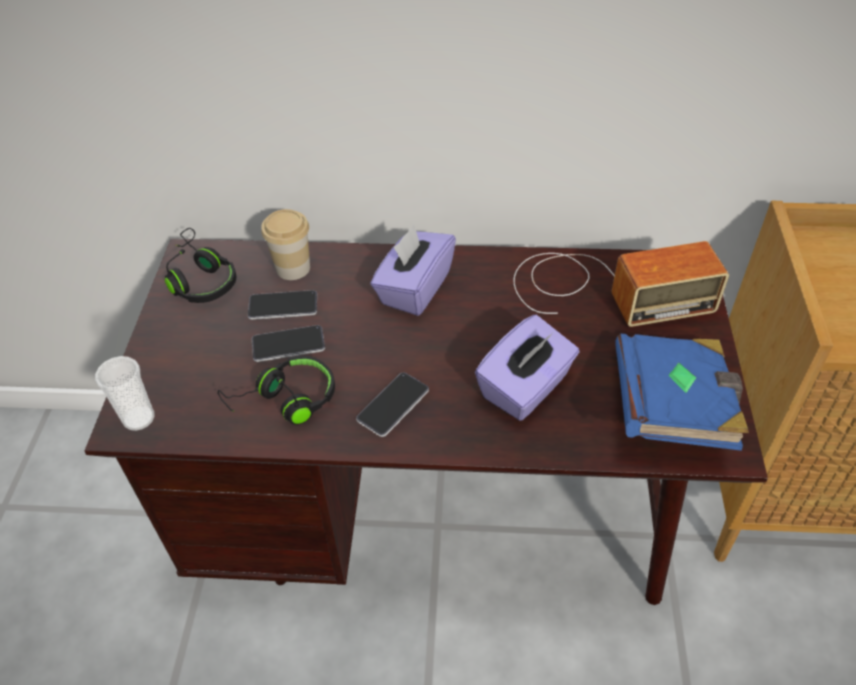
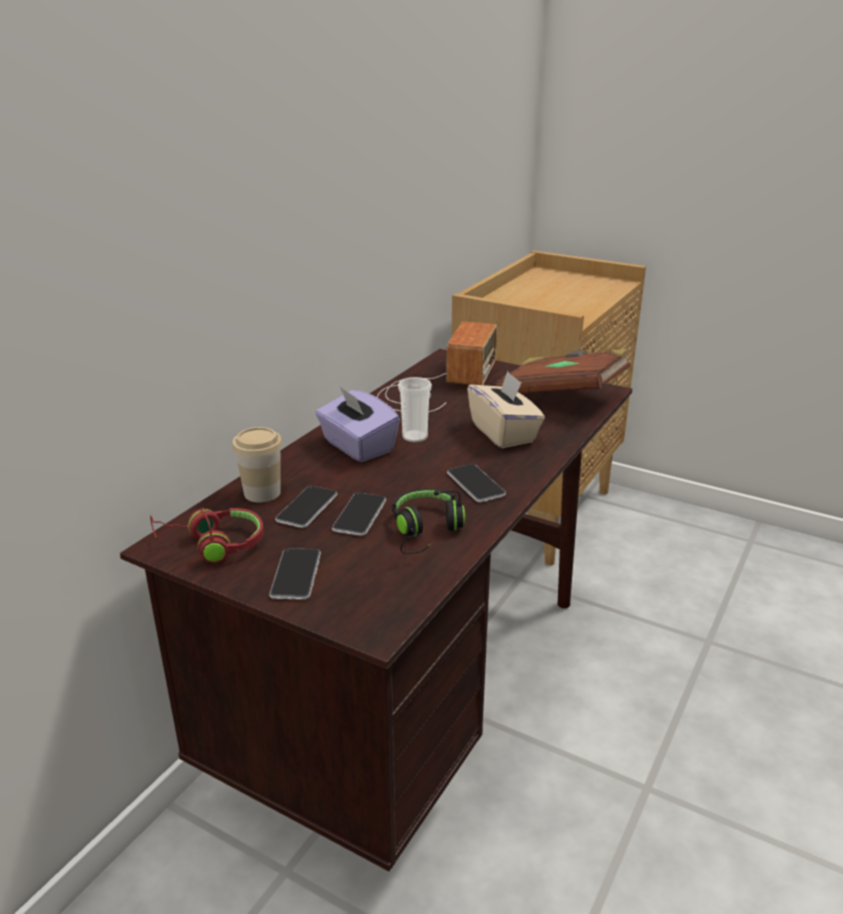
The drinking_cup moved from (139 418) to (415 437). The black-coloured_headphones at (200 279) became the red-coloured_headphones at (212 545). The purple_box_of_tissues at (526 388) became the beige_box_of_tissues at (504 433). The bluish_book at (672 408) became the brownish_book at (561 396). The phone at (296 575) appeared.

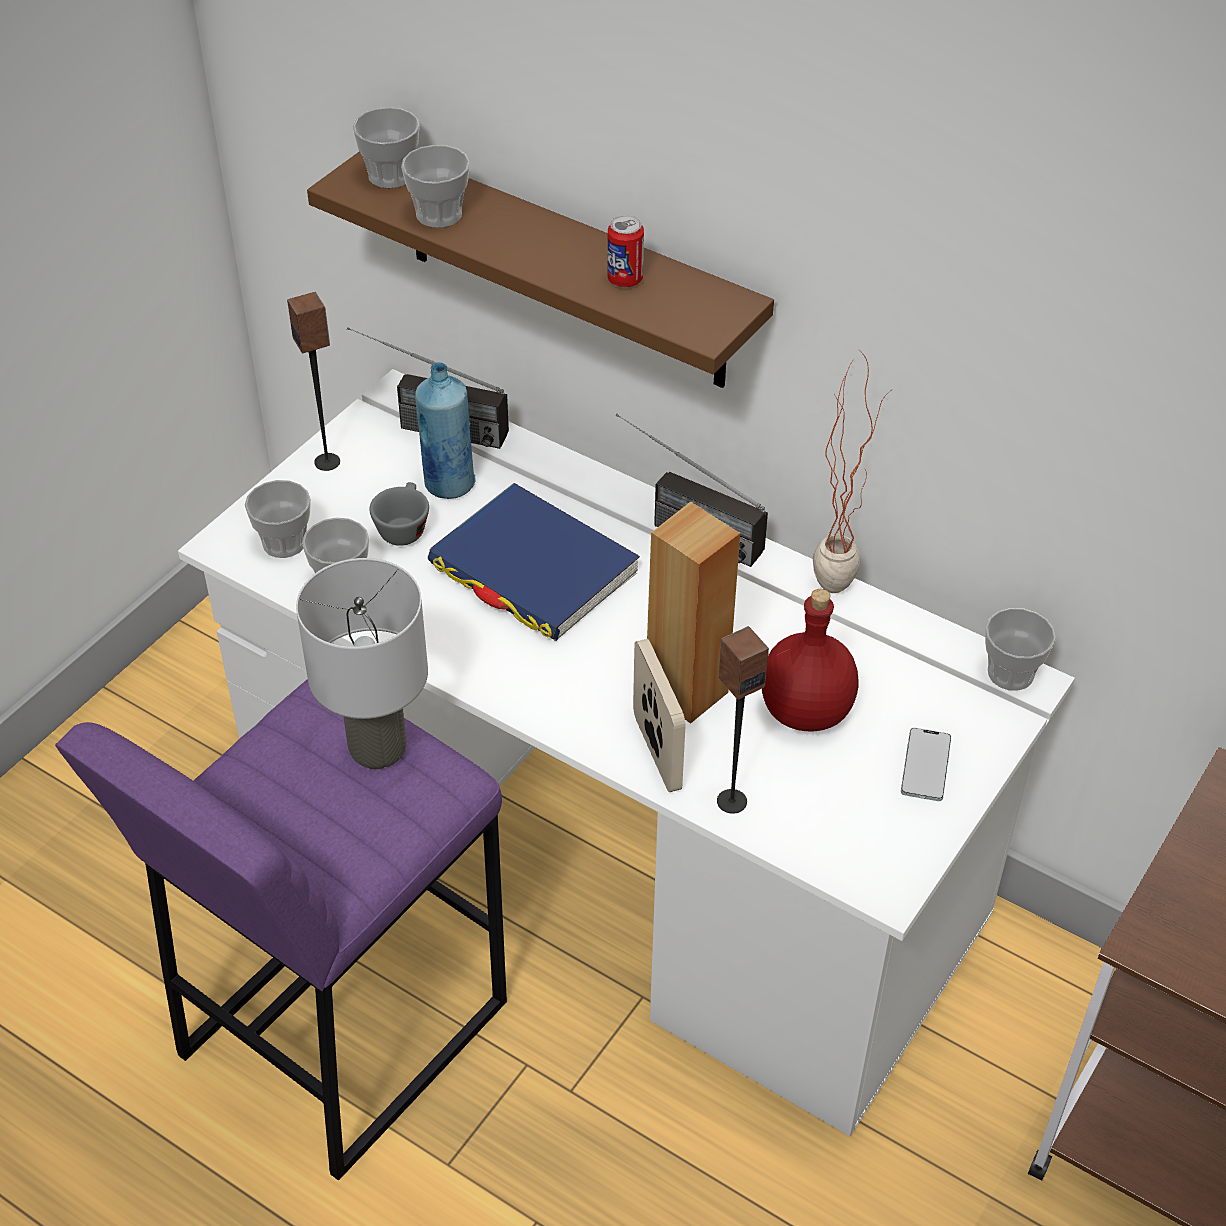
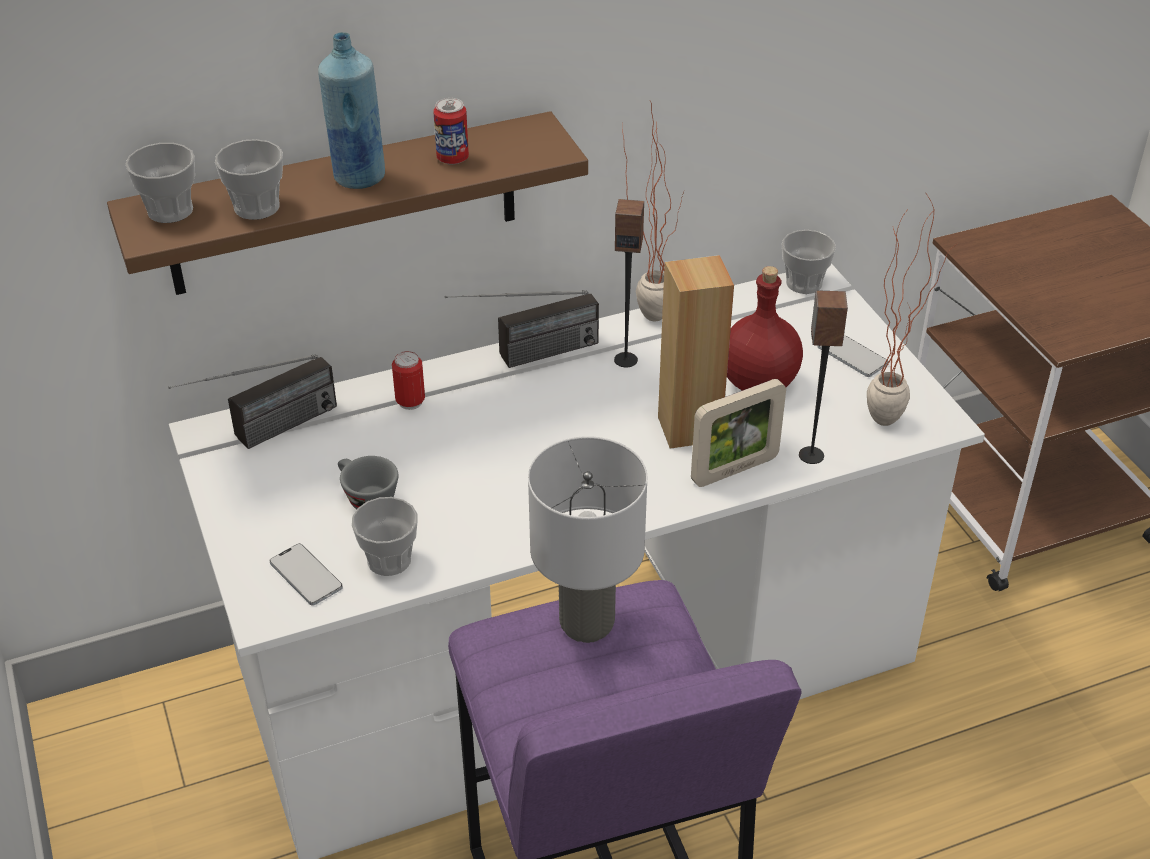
The drinking_cup at (284 543) was replaced by the phone at (306 575). The audio_speaker moved from (328 462) to (626 359). The bluish_drink_bottle moved from (449 484) to (358 177). The bluish_book at (533 569) disappeared. The photo_frame at (657 752) turned 135 degrees clockwise. The sealed_can at (410 402) appeared. The plant_in_a_pot at (893 415) appeared.

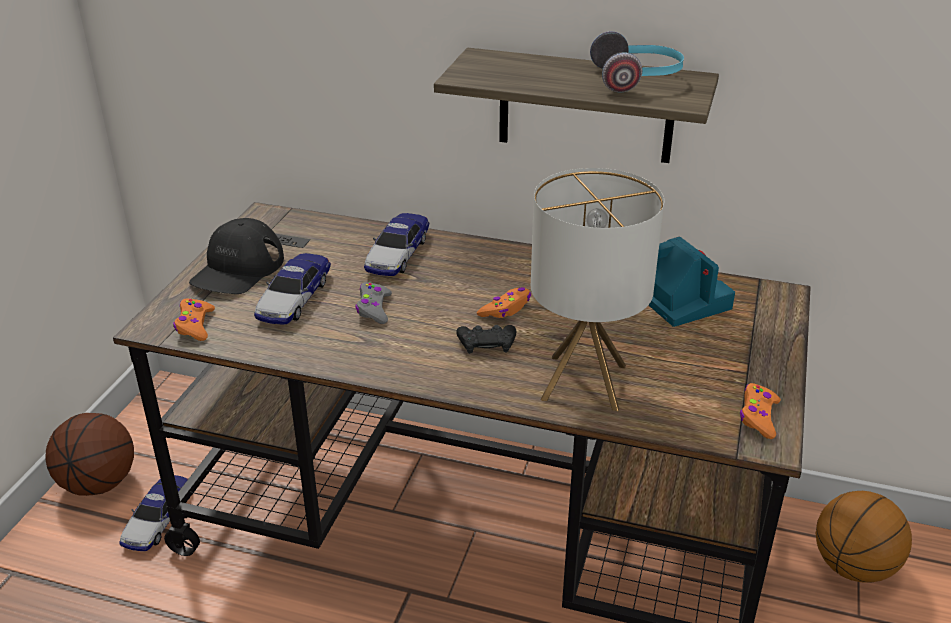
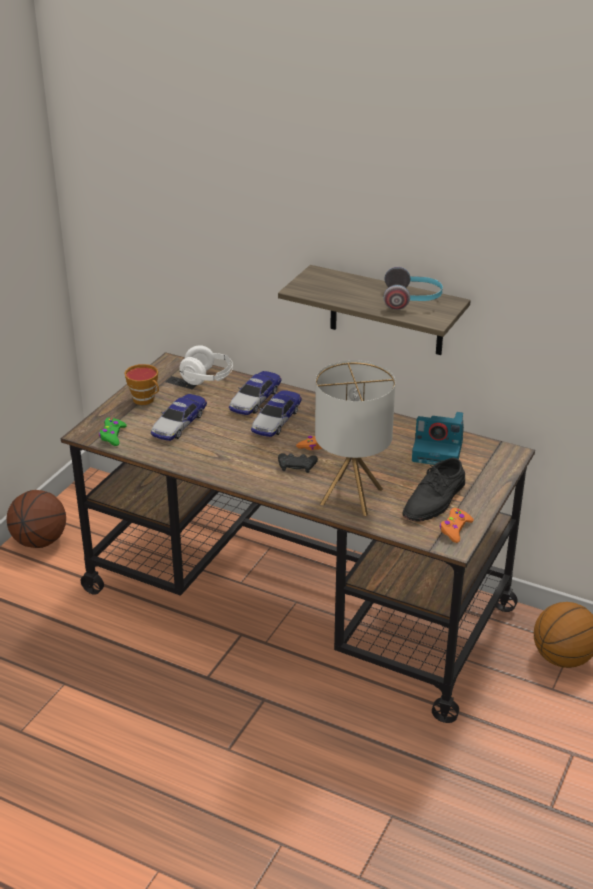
The model_car moved from (158 519) to (276 420). The orange-coloured_joypad at (195 325) became the green-coloured_joypad at (112 435). The black-coloured_peaked_cap at (238 269) was replaced by the drinking_cup at (146 400). The gray_joypad at (374 309) disappeared. The still_camera at (682 301) turned 120 degrees clockwise. The white_headphones at (207 379) appeared. The black-coloured_low_shoe at (435 500) appeared.

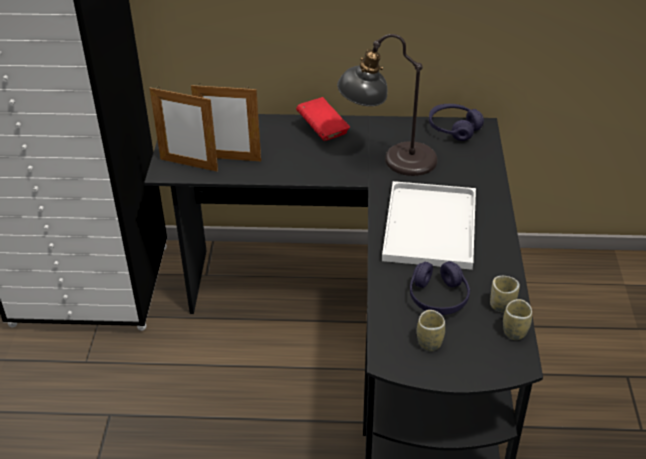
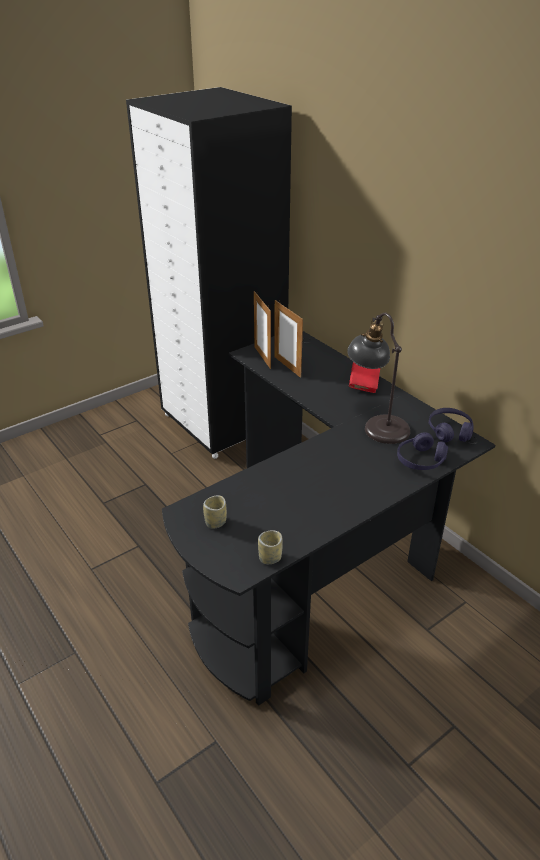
The white_serving_tray at (429 224) disappeared. The purple_headphones moved from (438 297) to (420 460). The drinking_cup at (502 305) disappeared.

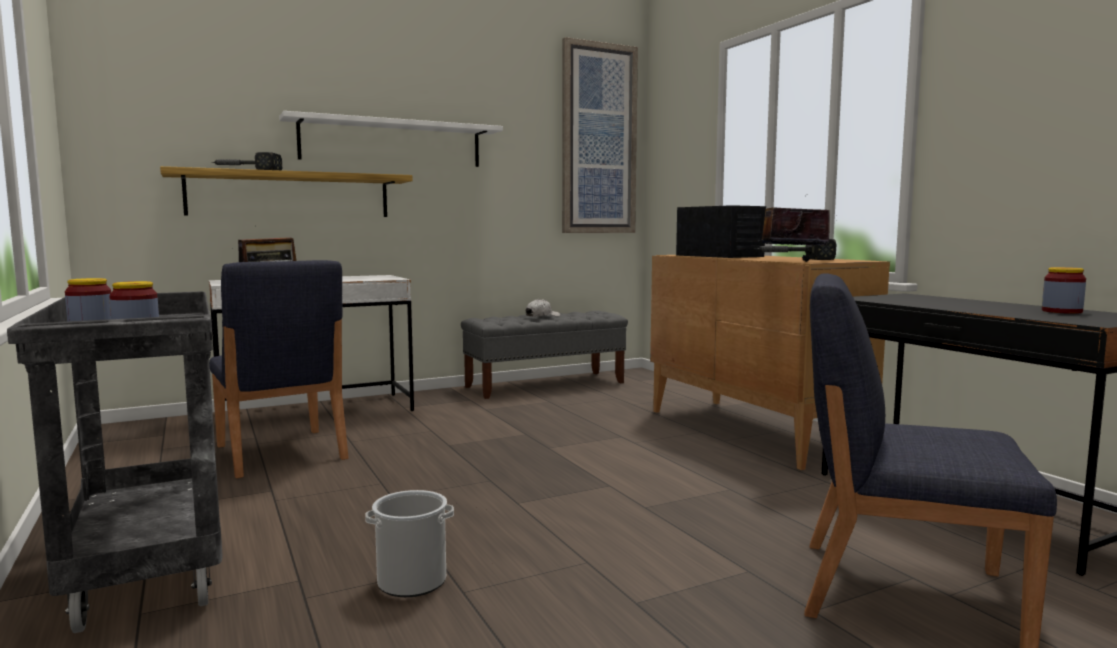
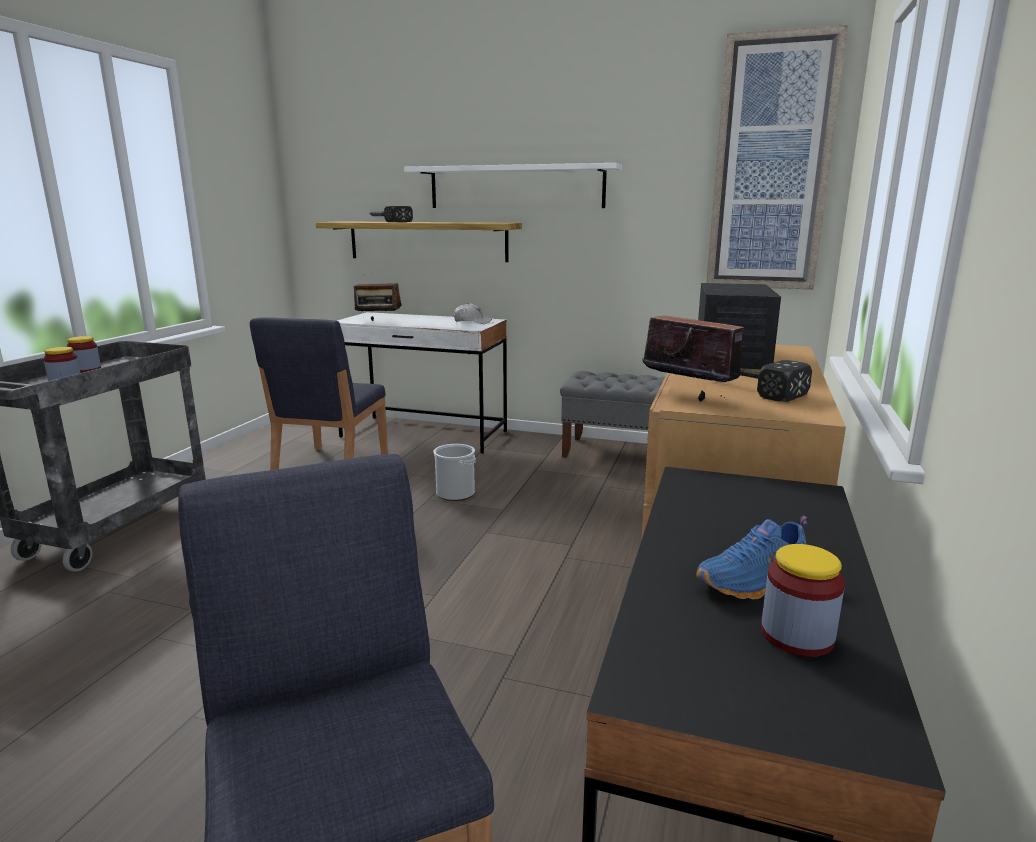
The pail moved from (412 581) to (455 493). The white_peaked_cap moved from (542 316) to (472 322). The bluish_low_shoe at (755 582) appeared.

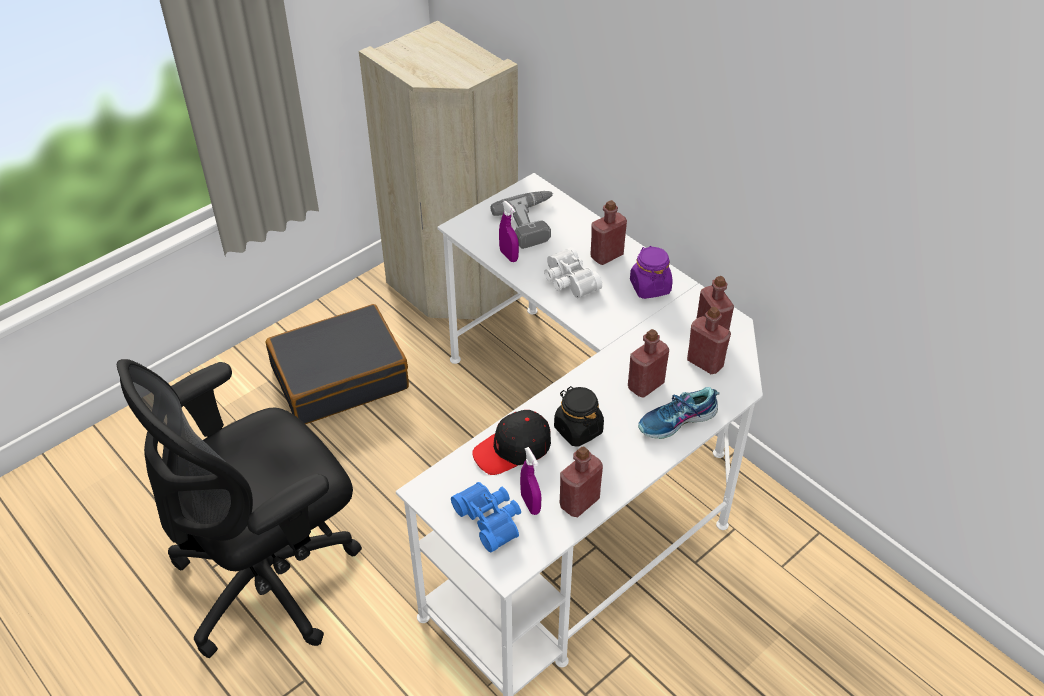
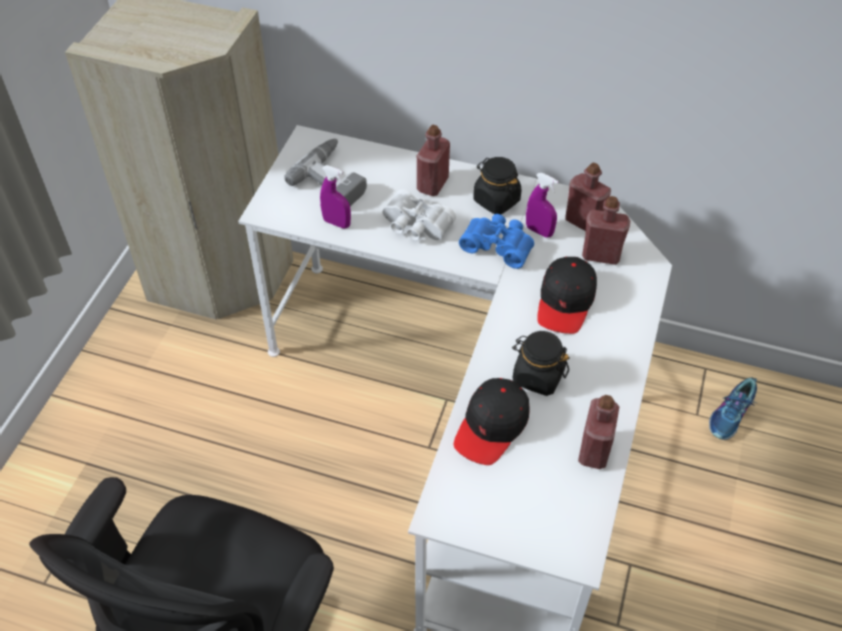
The black-coloured_suitcase at (340 377) disappeared. The bluish_pair_of_binoculars moved from (491 519) to (498 245). The purple_hand_sprayer moved from (530 504) to (539 231). The red-coloured_drink_bottle at (645 385) was replaced by the black-coloured_peaked_cap at (565 302). The purple_preserve_jar at (650 287) became the black-coloured_preserve_jar at (496 200). The low_shoe moved from (677 421) to (731 415).

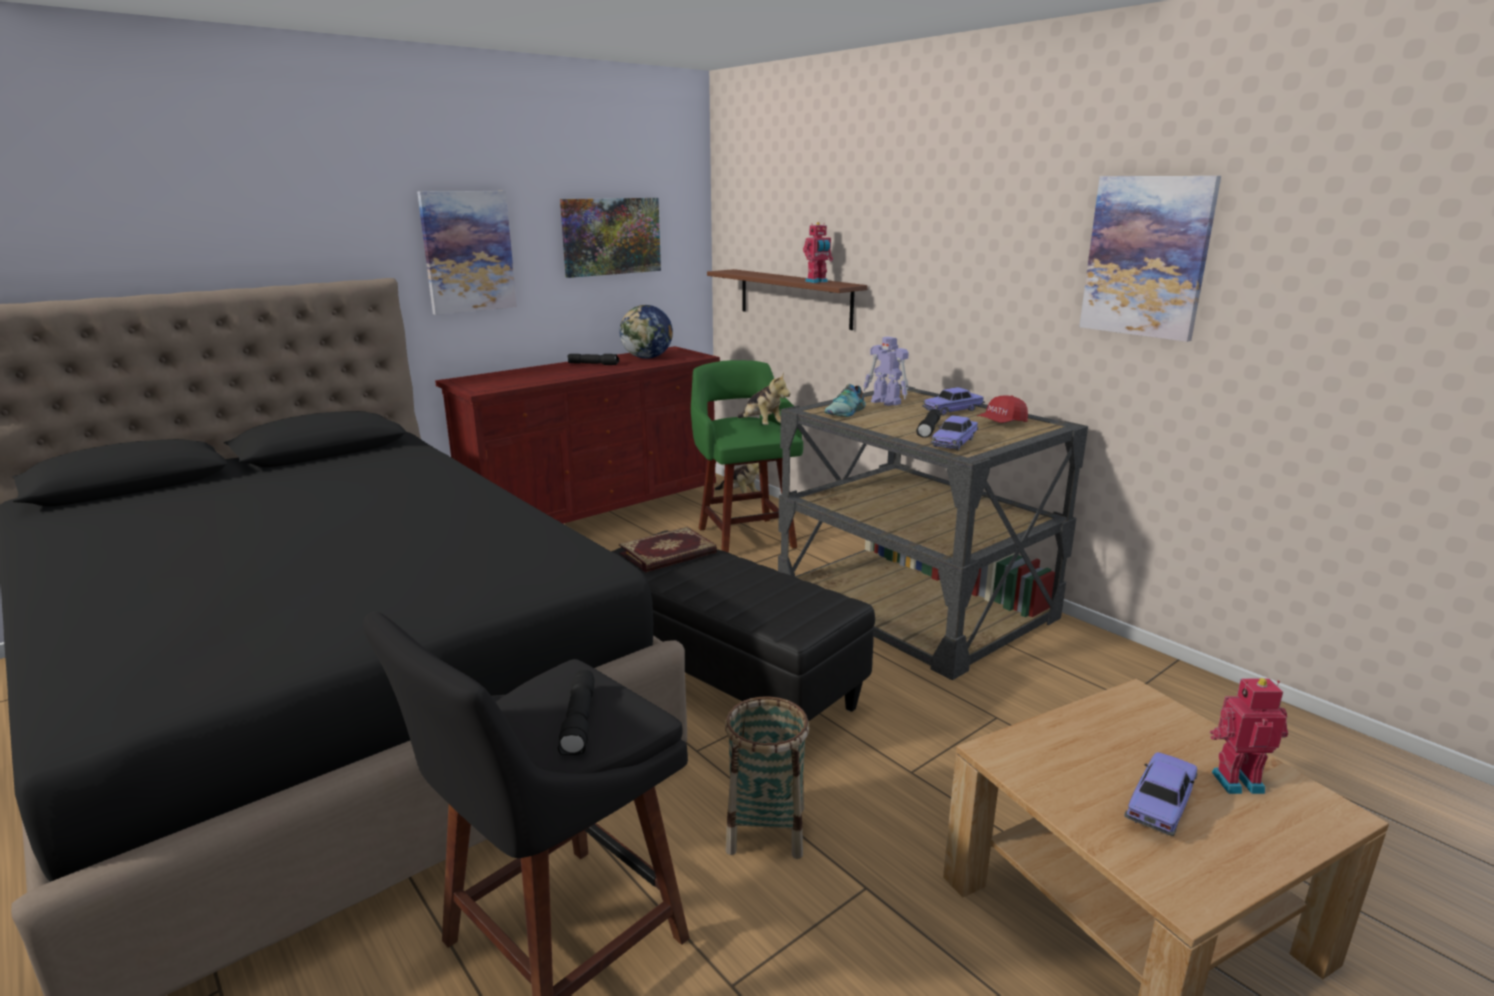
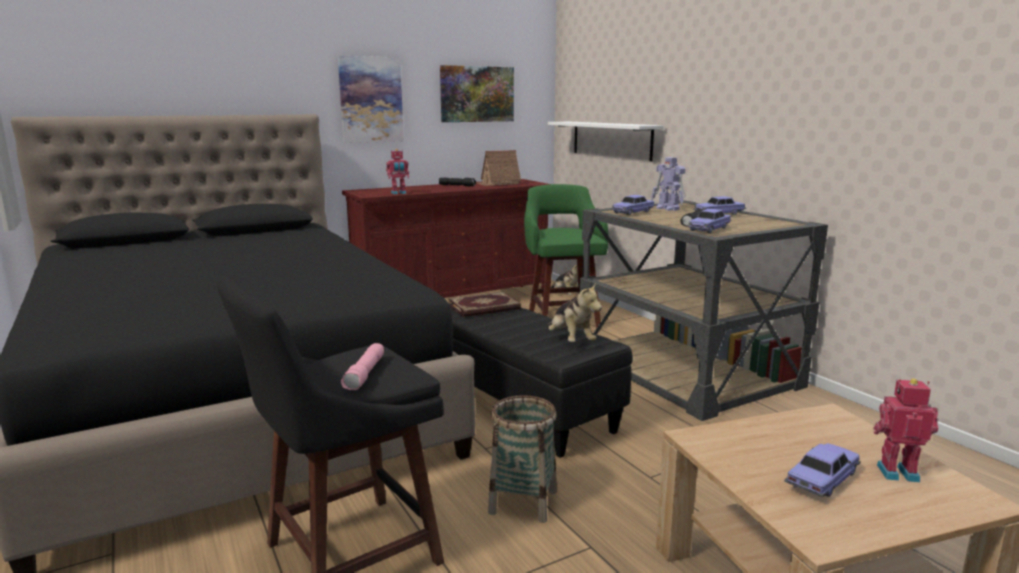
The black-coloured_hand_torch at (580 722) became the pink_hand_torch at (365 374). The world_globe at (647 358) was replaced by the toy_house at (498 183). The brownish_bracket_shelf at (795 298) became the white_bracket_shelf at (611 140). The plush_toy moved from (762 426) to (570 340). The model_robot moved from (817 282) to (398 193). The low_shoe at (846 412) was replaced by the model_car at (633 212). The red-coloured_peaked_cap at (1001 423) disappeared. The wall_art at (1147 257) disappeared.

